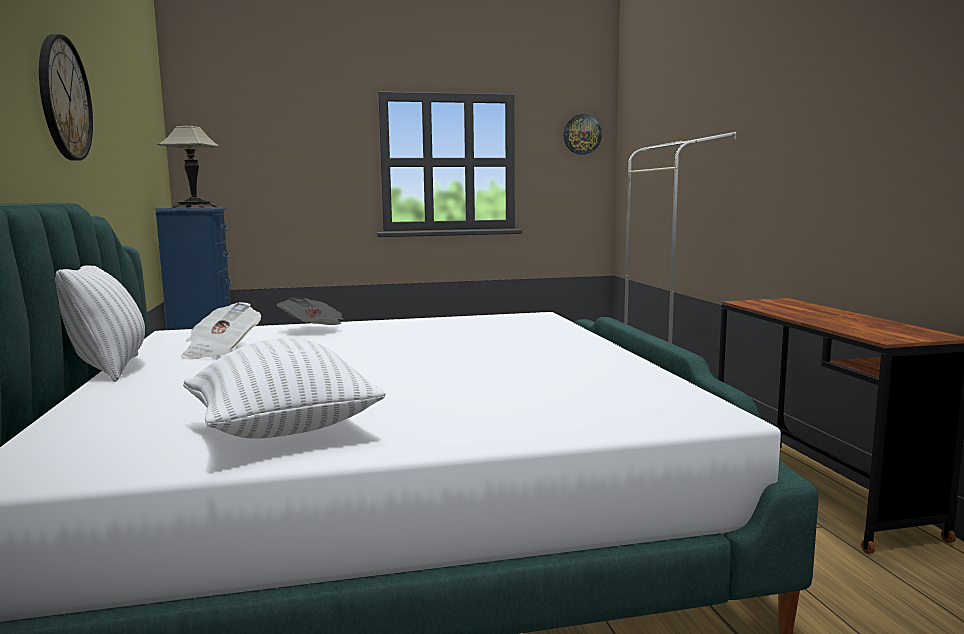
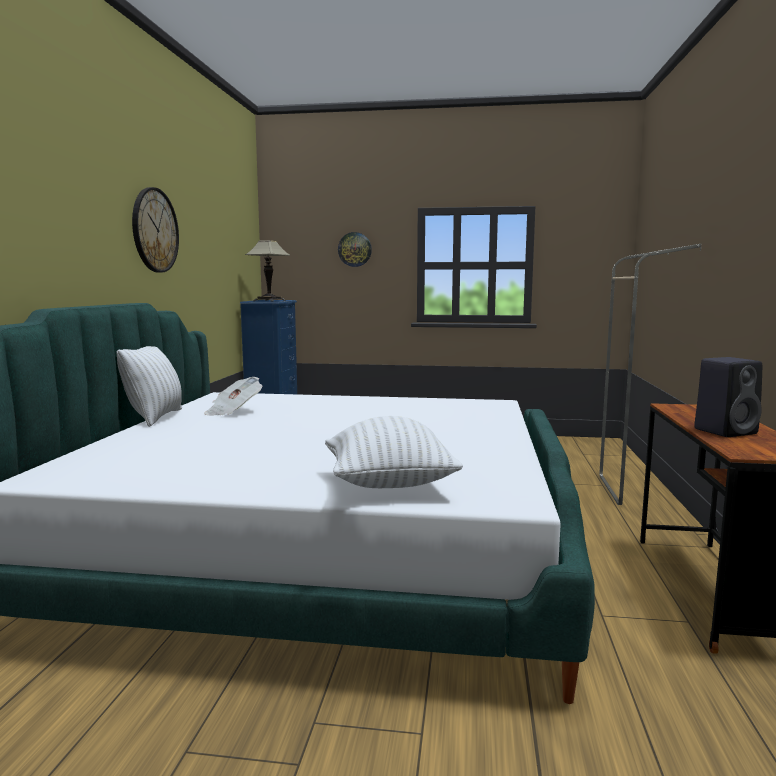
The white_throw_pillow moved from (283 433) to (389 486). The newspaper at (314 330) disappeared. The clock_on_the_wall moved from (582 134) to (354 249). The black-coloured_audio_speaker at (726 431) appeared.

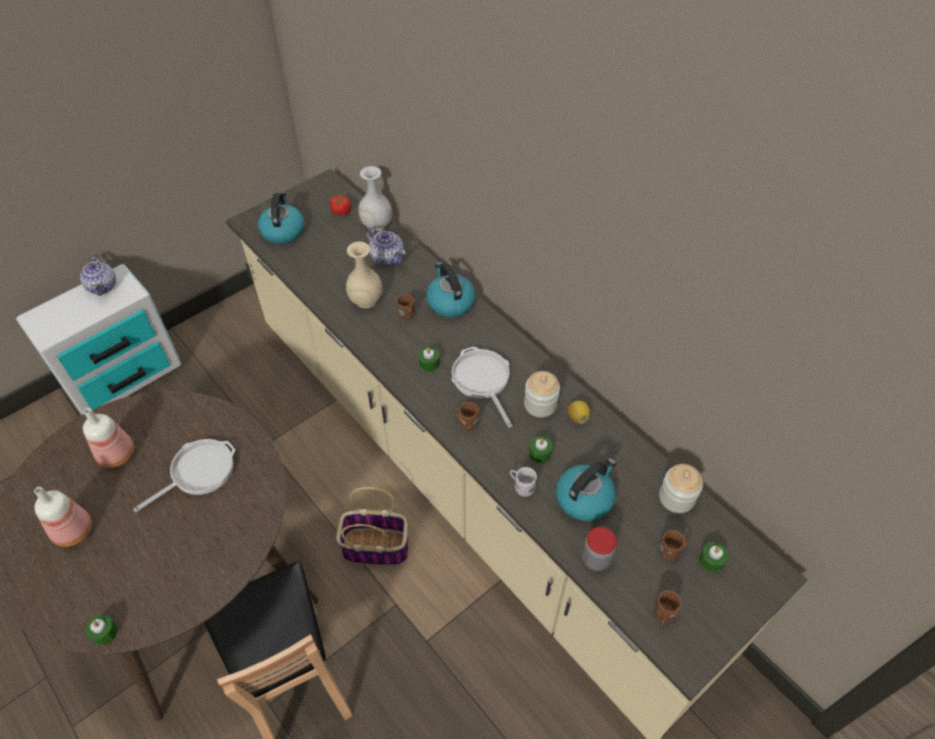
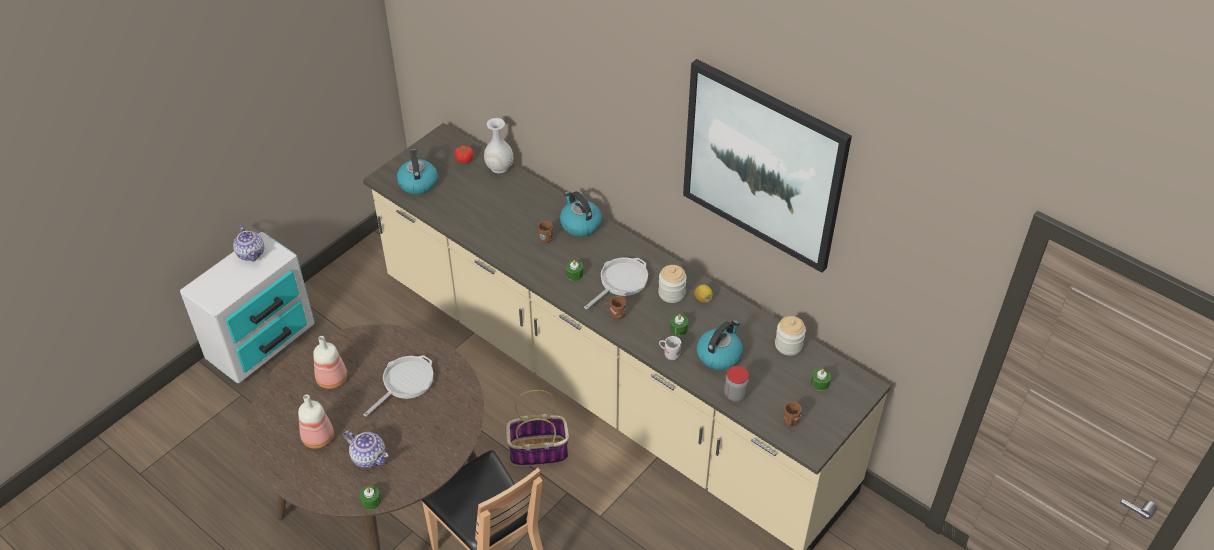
The beige_flower_vase at (365 300) disappeared. The teapot moved from (387 257) to (369 457). The pan at (482 380) turned 75 degrees clockwise. The brownish_coffee_mug at (671 551) disappeared. The wall_art at (763 165) appeared.

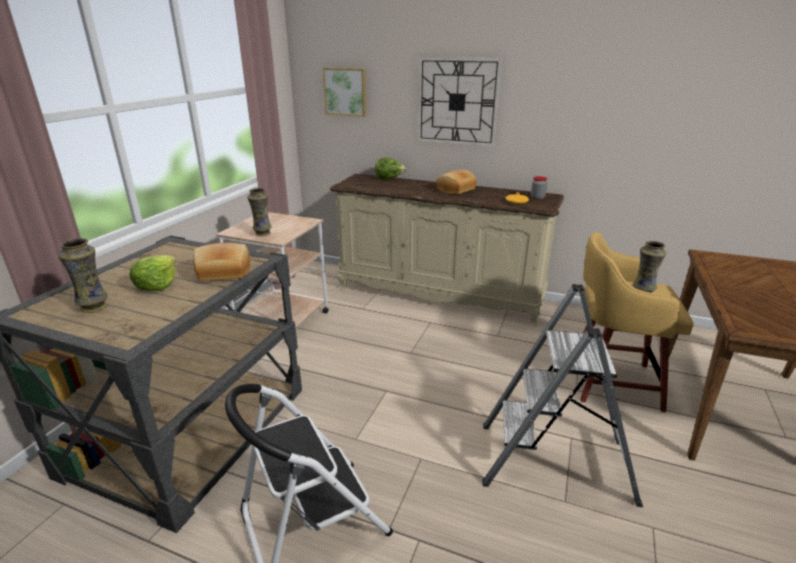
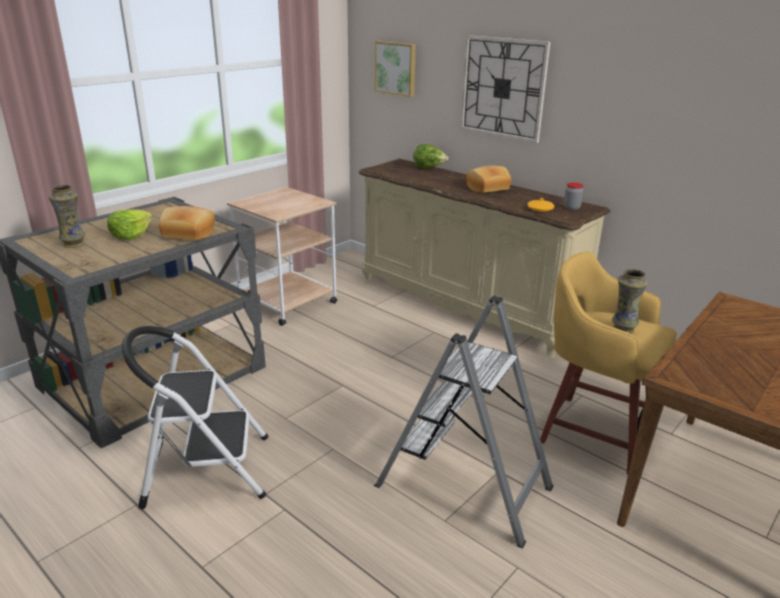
The flower_vase at (262 233) disappeared.

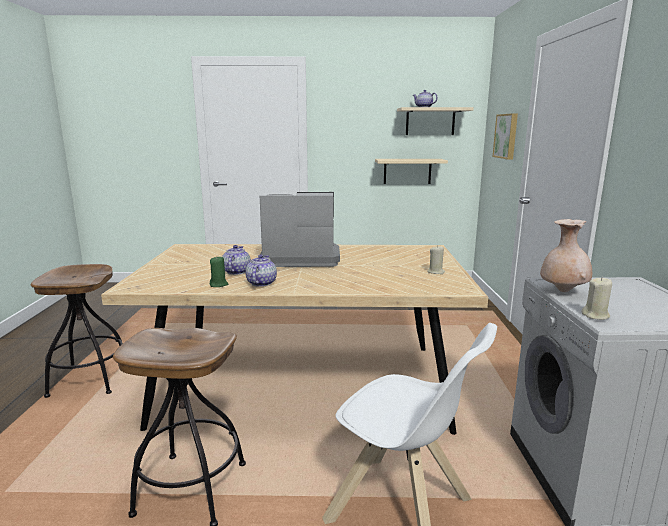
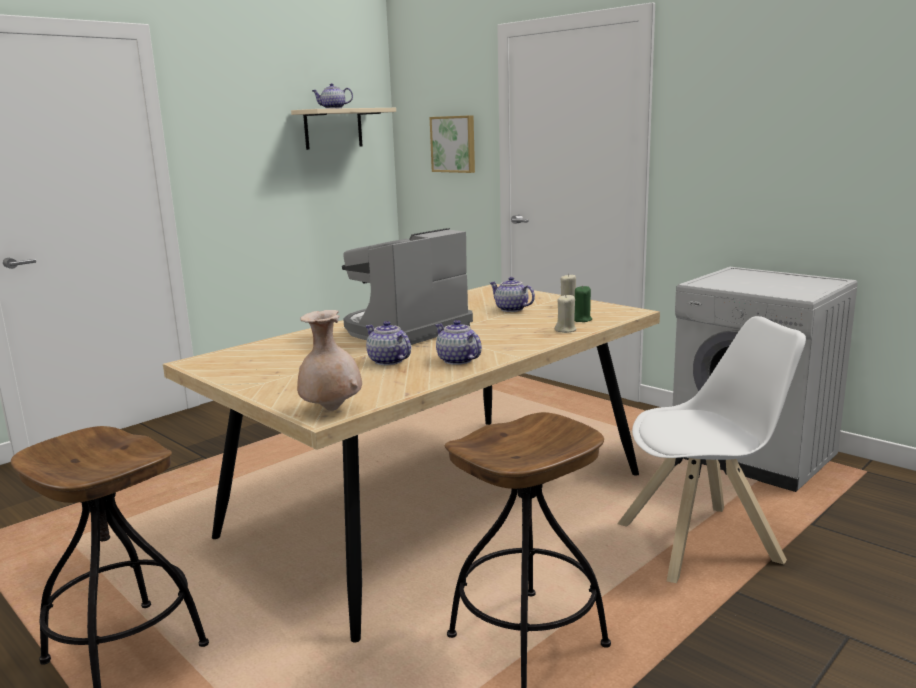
The green-coloured_wax_candle moved from (219 285) to (581 320). The beige_bracket_shelf at (407 171) disappeared. The beige_flower_vase moved from (562 291) to (331 409). The beige_wax_candle moved from (595 315) to (565 330). The teapot at (510 309) appeared.

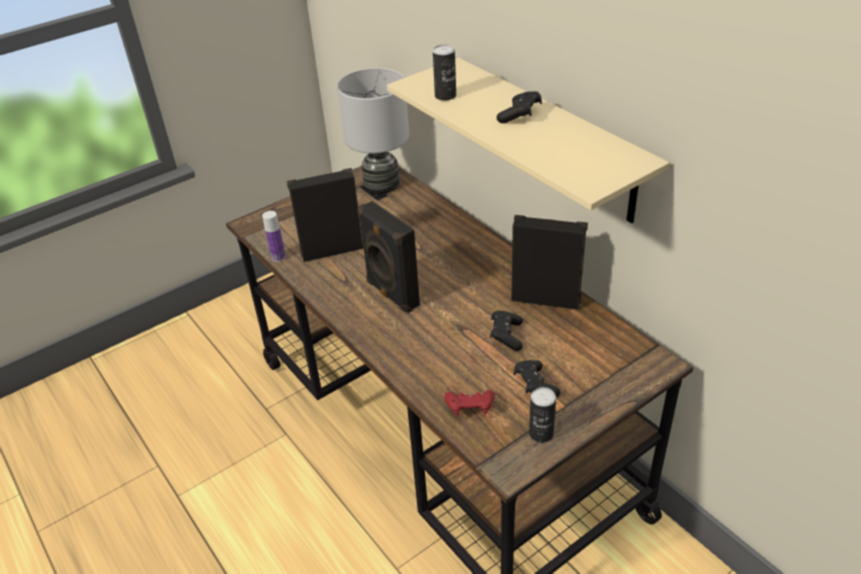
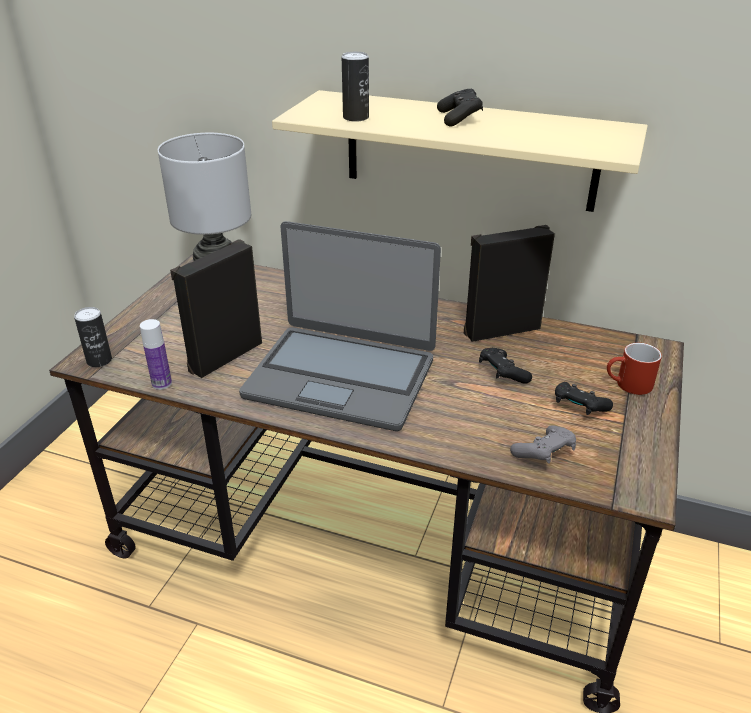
The black-coloured_audio_speaker at (391 294) was replaced by the portable_computer at (341 377). The red-coloured_joypad at (470 409) became the gray_joypad at (544 454). The sealed_can moved from (541 433) to (99 360). The red-coloured_coffee_mug at (628 385) appeared.

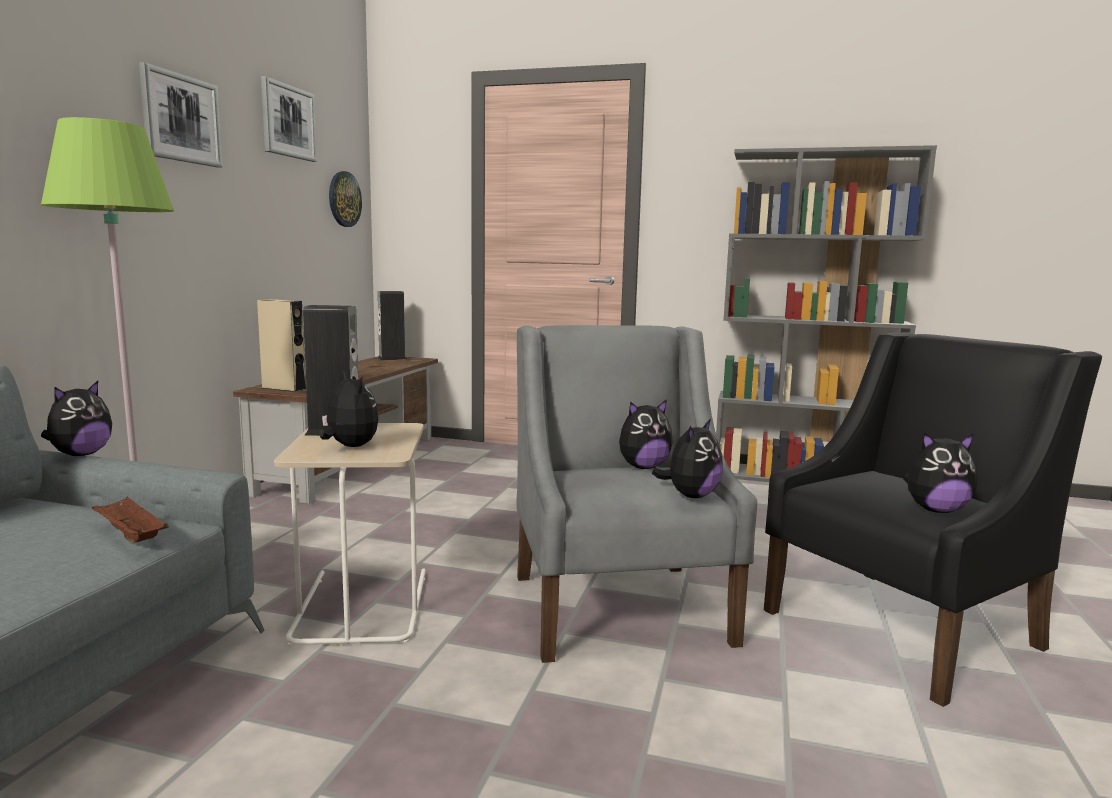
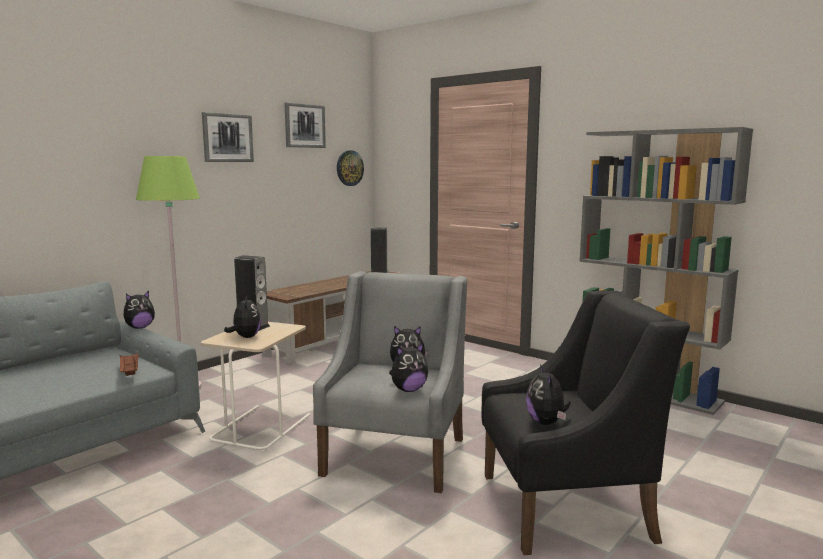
The beige_audio_speaker at (284 388) disappeared. The plush_toy at (935 510) turned 60 degrees clockwise.

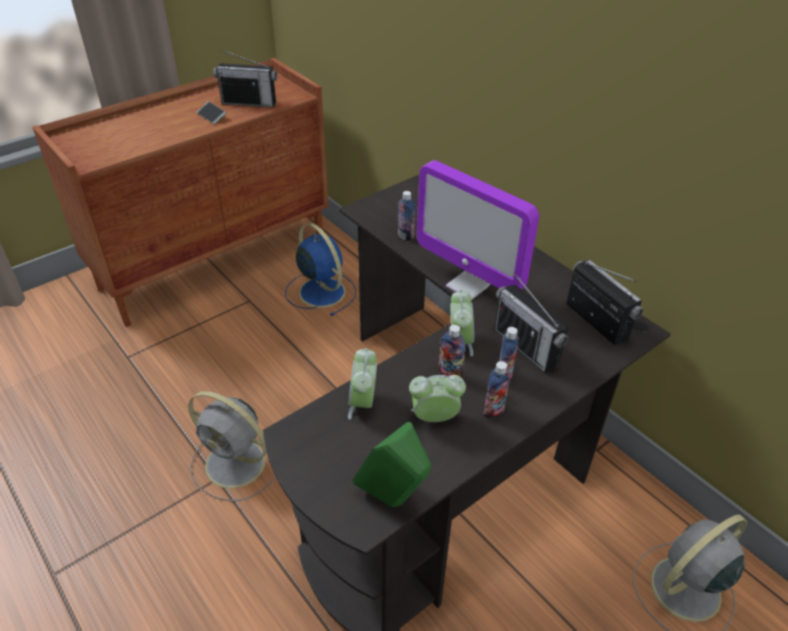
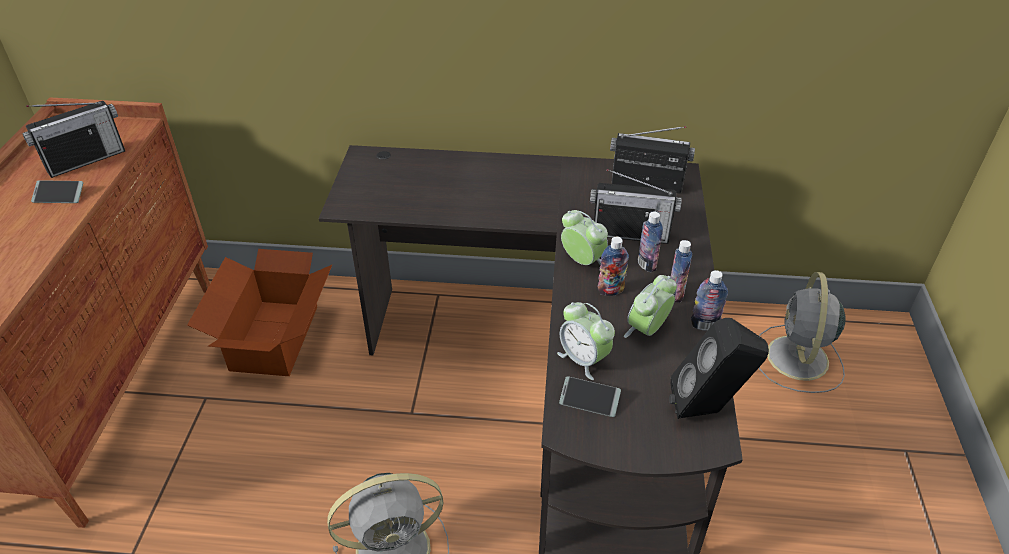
The bluish_fan at (320 291) was replaced by the packing_box at (273 338). The green-coloured_audio_speaker at (394 501) became the black-coloured_audio_speaker at (708 409). The drink_bottle moved from (405 236) to (704 325). The computer_screen at (468 285) disappeared. The phone at (589 400) appeared.

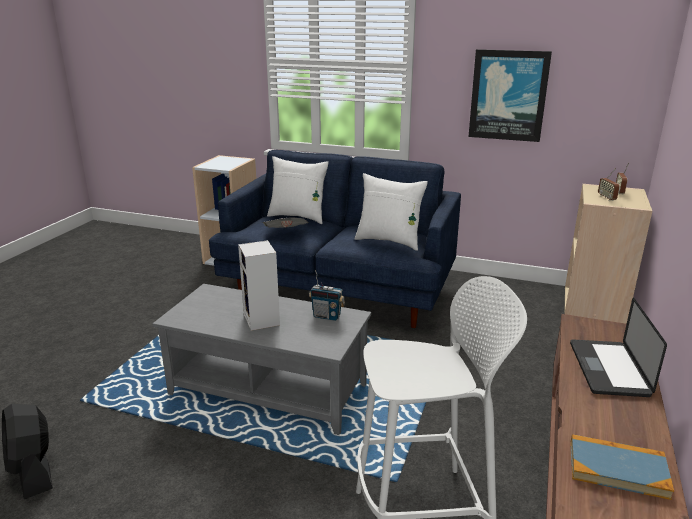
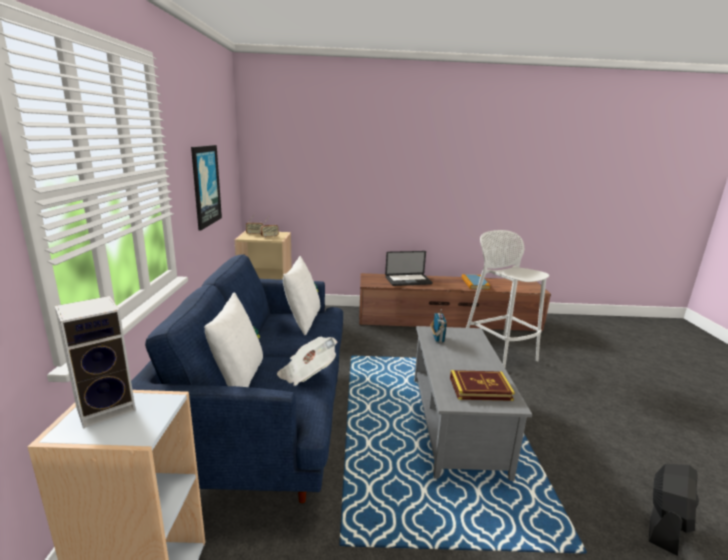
The audio_speaker moved from (263 320) to (108 407). The book at (480 388) appeared.

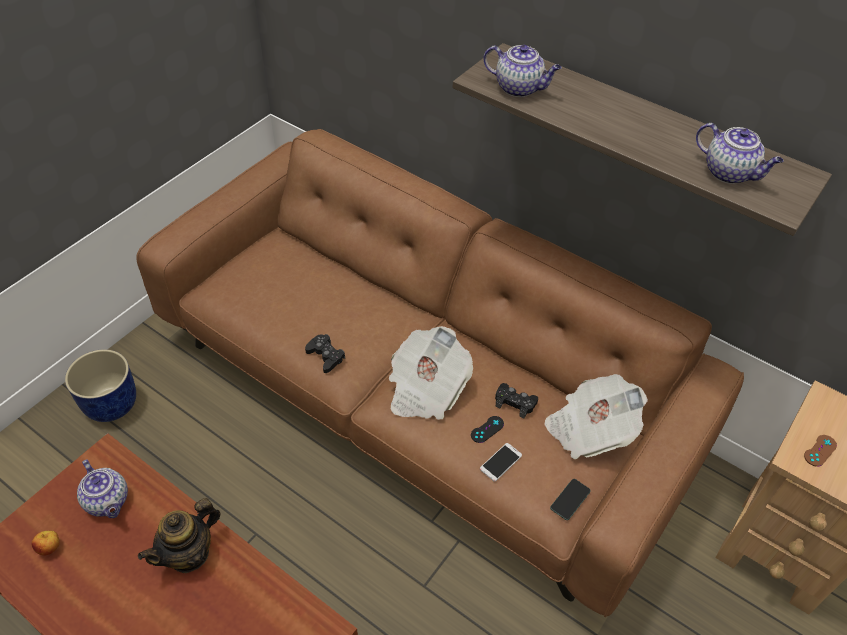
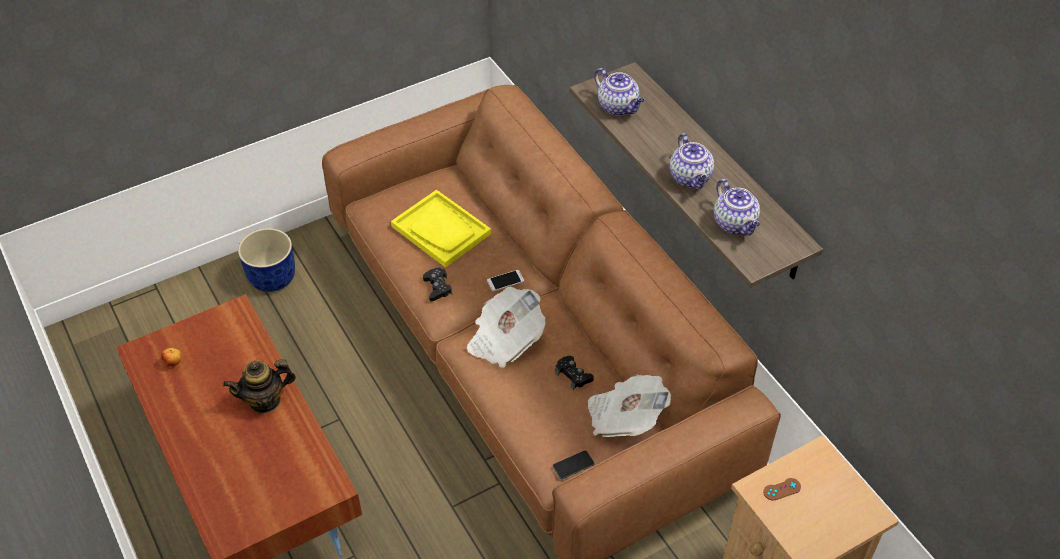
The teapot moved from (108 501) to (691 178). The black-coloured_joypad at (487 429) disappeared. The phone moved from (500 462) to (505 281). The yellow_serving_tray at (441 230) appeared.

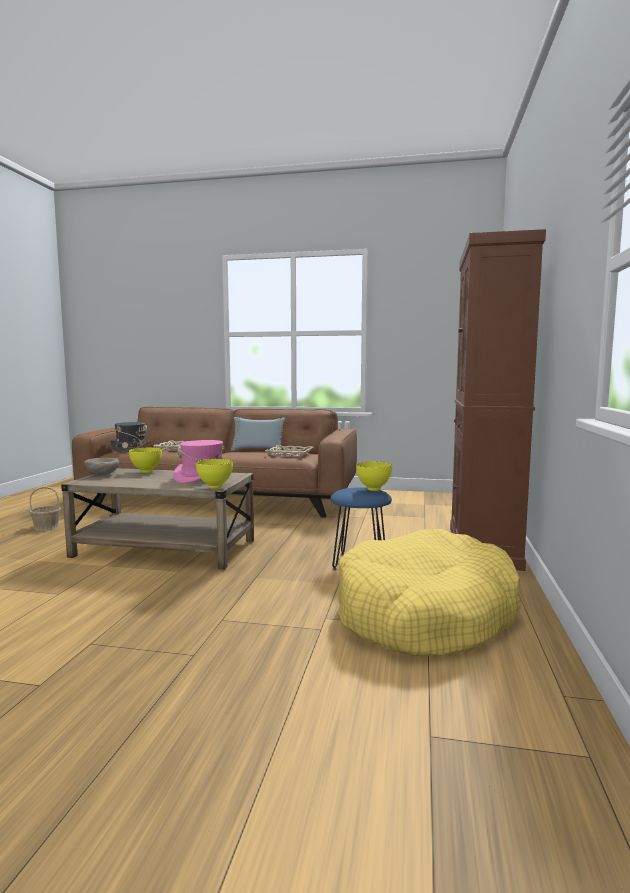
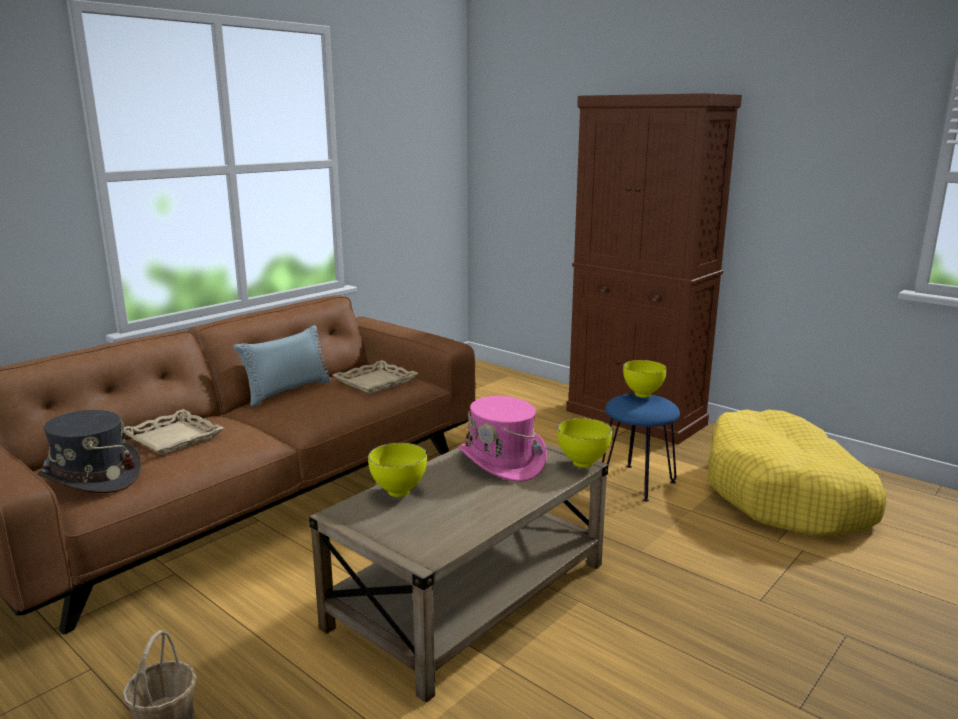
The beige_bowl at (102 475) disappeared.

